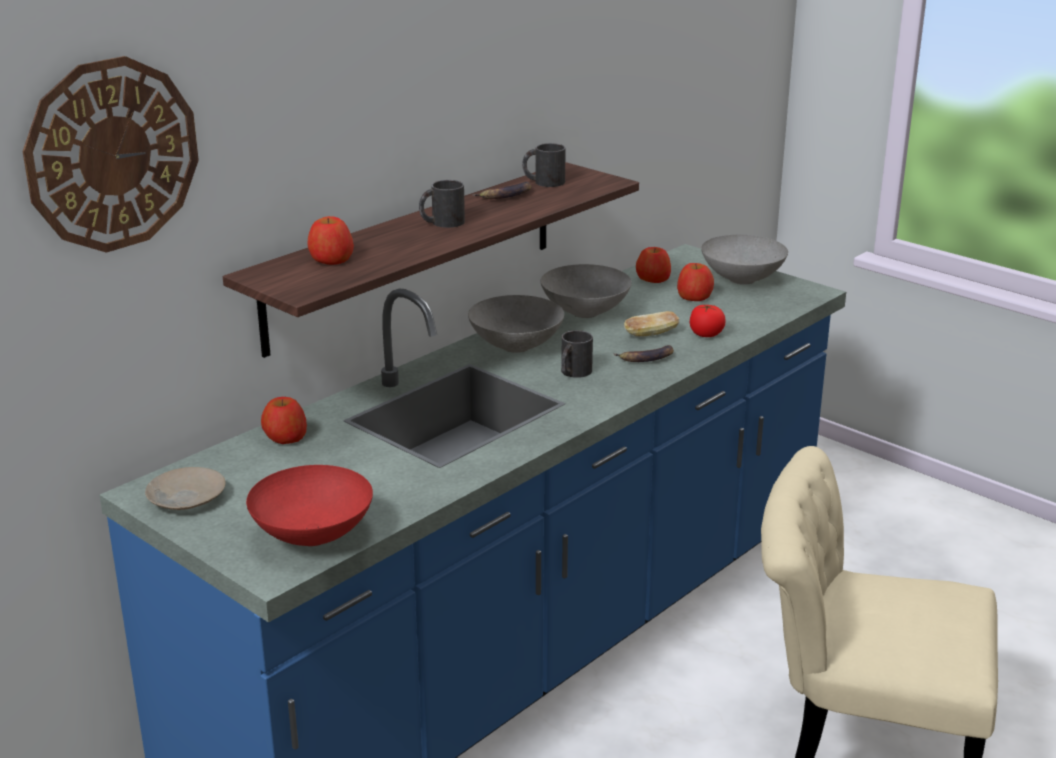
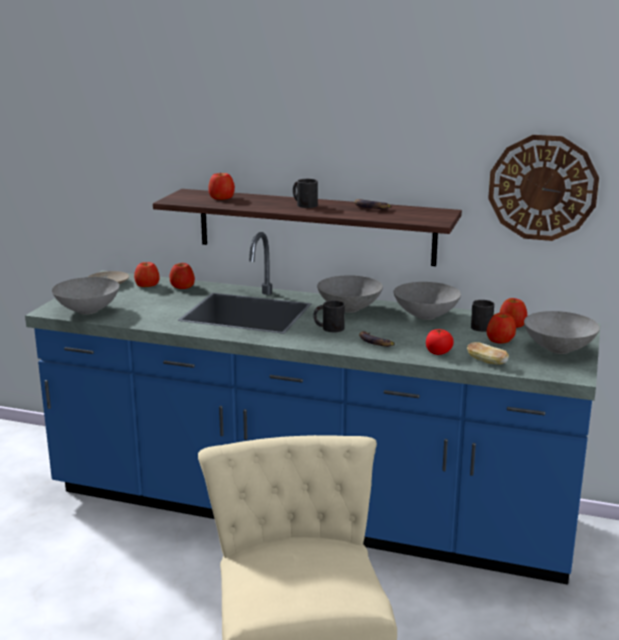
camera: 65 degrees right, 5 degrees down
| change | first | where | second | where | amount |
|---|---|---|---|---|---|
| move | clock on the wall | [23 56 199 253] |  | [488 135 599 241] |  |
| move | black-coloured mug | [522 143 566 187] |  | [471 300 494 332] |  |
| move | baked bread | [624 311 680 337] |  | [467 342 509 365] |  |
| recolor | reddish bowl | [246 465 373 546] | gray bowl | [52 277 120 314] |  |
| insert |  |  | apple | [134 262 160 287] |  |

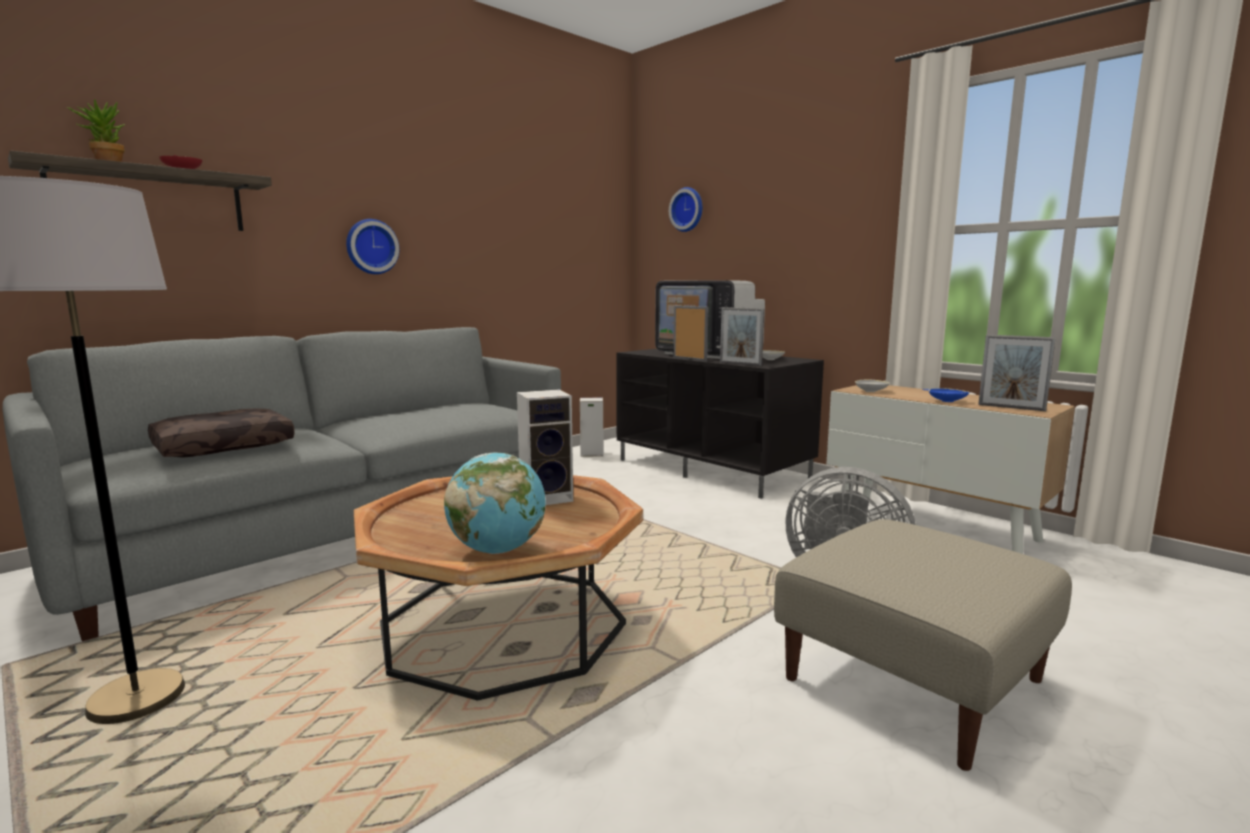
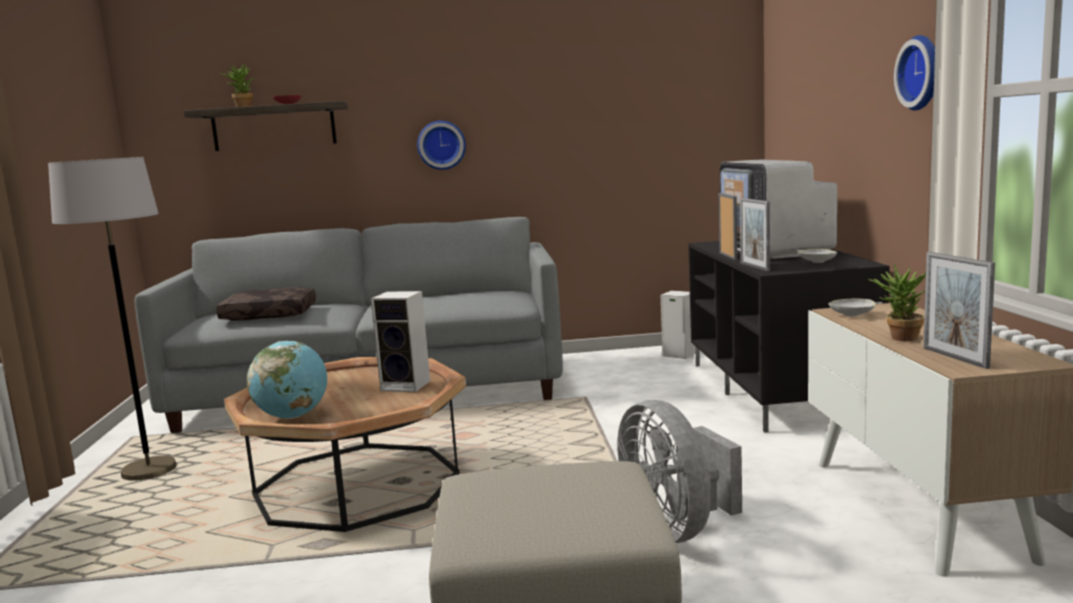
camera: 40 degrees right, 0 degrees up
| change | first | where | second | where | amount |
|---|---|---|---|---|---|
| move | clock on the wall | [669 187 702 232] |  | [894 35 935 111] |  |
| replace | blue bowl | [922 388 969 402] | plant in a pot | [868 264 926 341] |  |

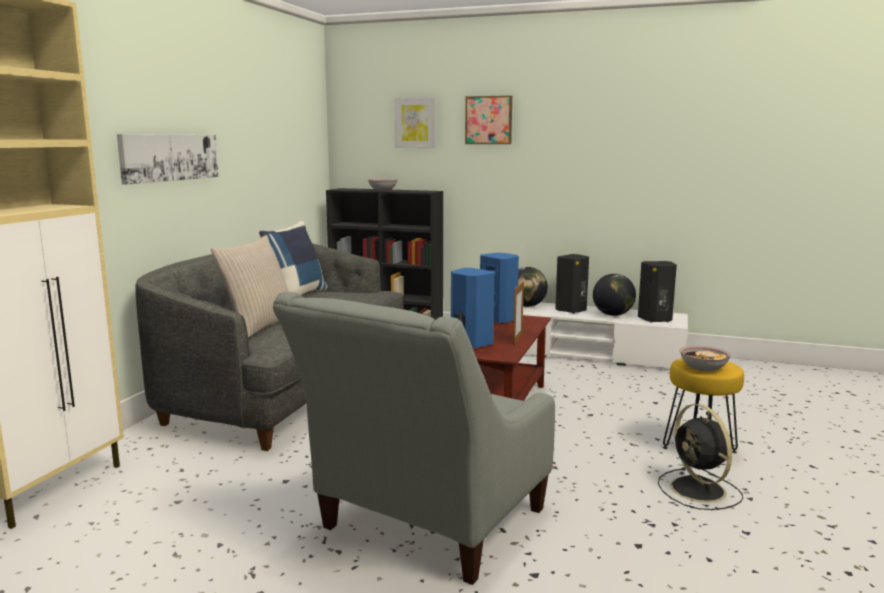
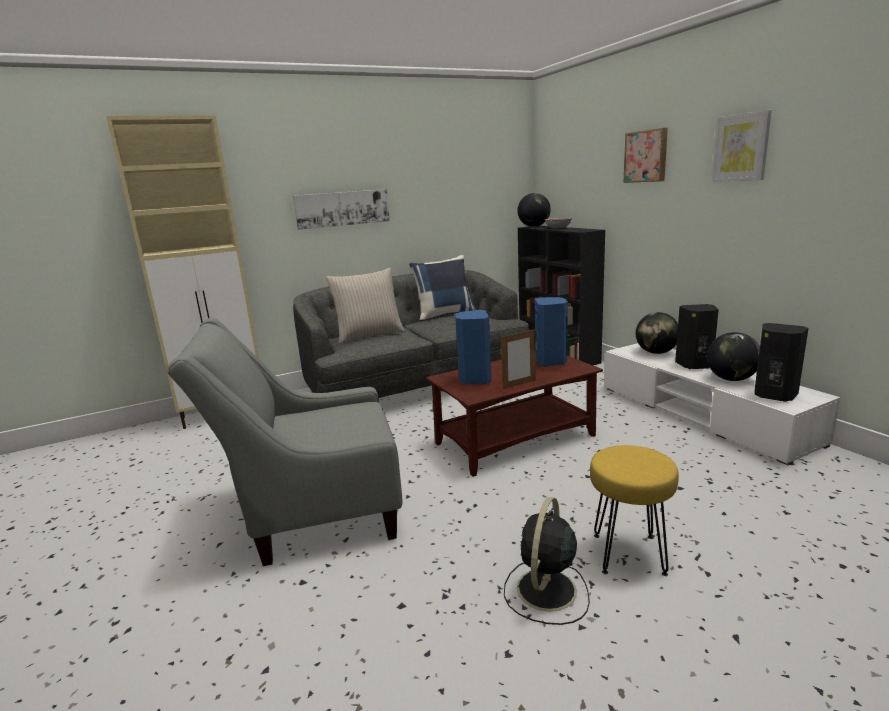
camera: 45 degrees right, 5 degrees up
| change | first | where | second | where | amount |
|---|---|---|---|---|---|
| move | wall picture | [395 97 436 148] |  | [711 110 772 182] |  |
| delete | bowl | [679 345 731 371] |  |  |  |
| insert |  |  | globe | [518 193 551 227] |  |

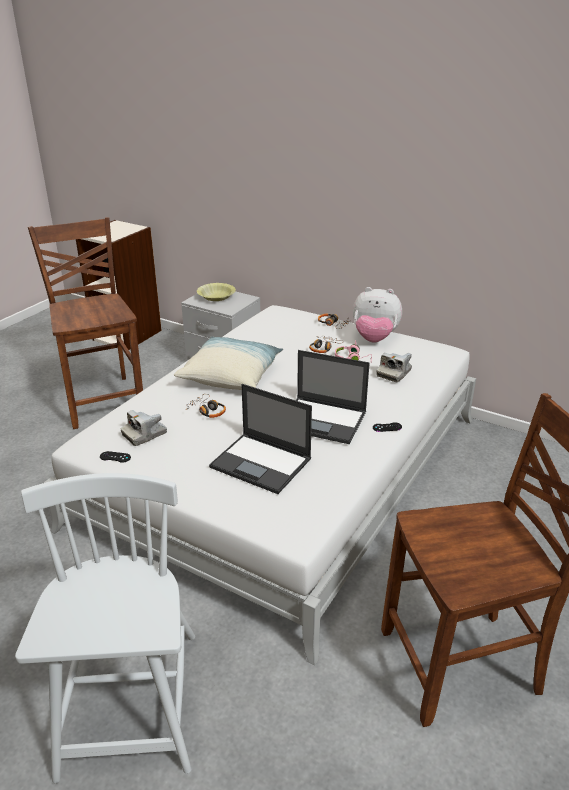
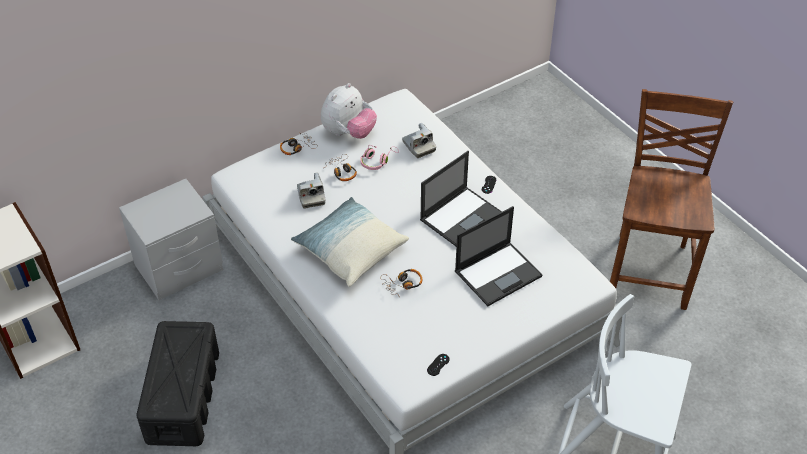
camera: 65 degrees left, 15 degrees up
| change | first | where | second | where | amount |
|---|---|---|---|---|---|
| replace | brown upright chair | [28 217 143 429] | black-coloured storage box | [136 321 219 446] |  |
| delete | yellowish bowl | [197 283 236 301] |  |  |  |
| move | still camera | [121 410 167 446] |  | [297 172 326 209] |  |

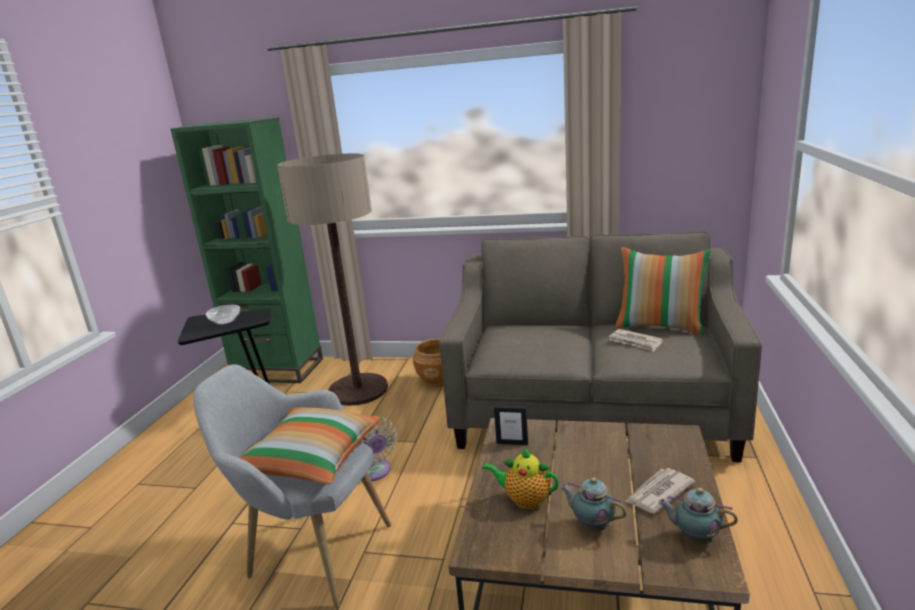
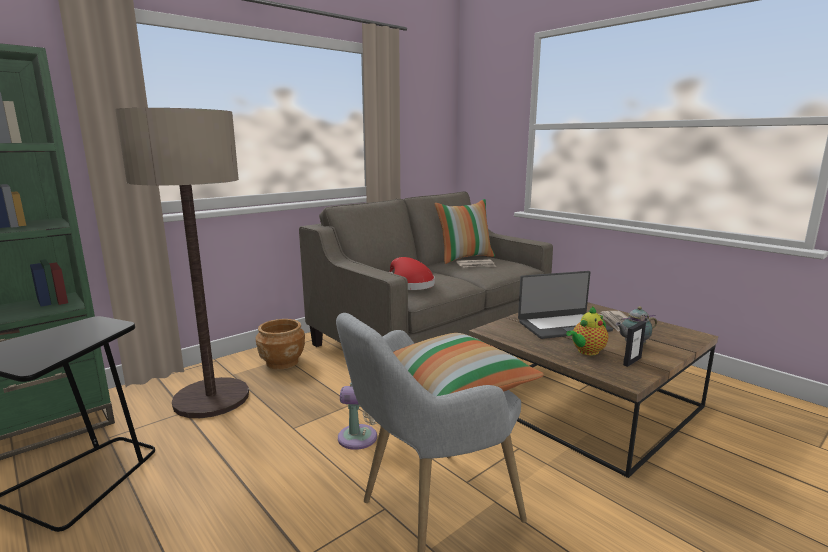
camera: 55 degrees left, 5 degrees down
| change | first | where | second | where | amount |
|---|---|---|---|---|---|
| delete | bowl | [206 305 240 325] |  |  |  |
| move | standing frame | [494 405 528 445] |  | [623 321 646 367] |  |
| delete | teapot | [658 488 738 545] |  |  |  |
| insert |  |  | reddish clothing hat | [389 257 435 290] |  |
| insert |  |  | portable computer | [518 271 613 339] |  |

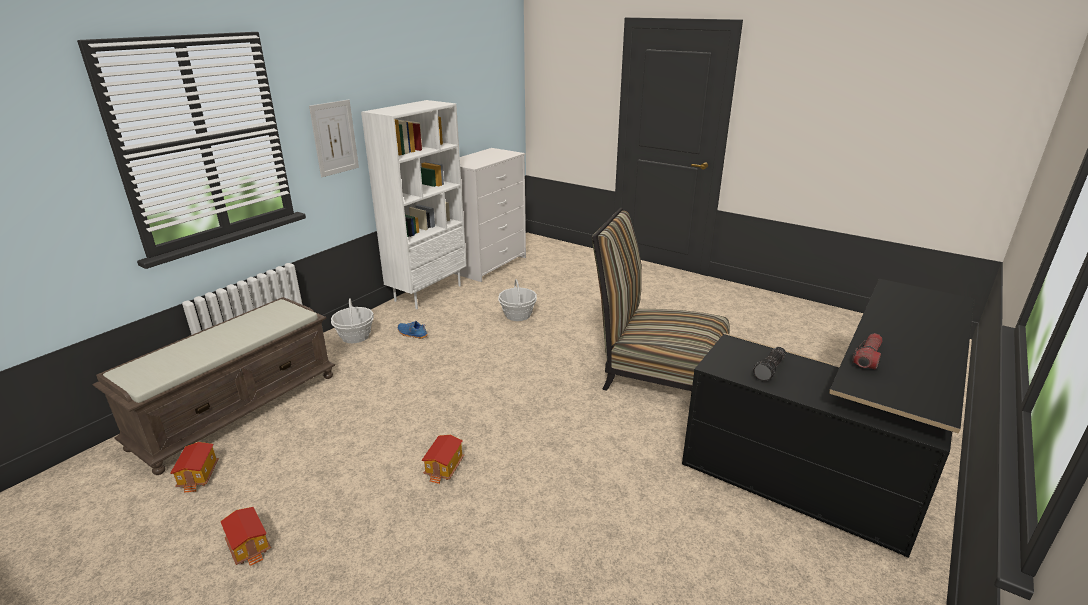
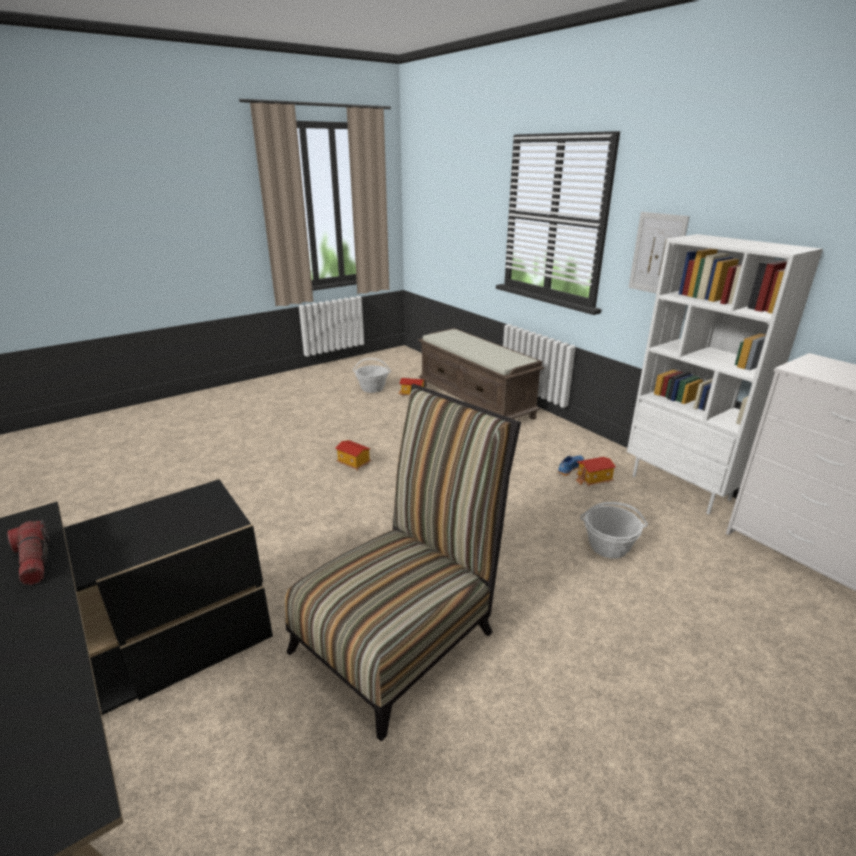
camera: 110 degrees right, 0 degrees up
| change | first | where | second | where | amount |
|---|---|---|---|---|---|
| move | storage basket | [331 298 374 343] |  | [353 358 391 393] |  |
| delete | flashlight | [753 347 786 381] |  |  |  |
| move | toy house | [220 507 271 567] |  | [576 457 616 487] |  |

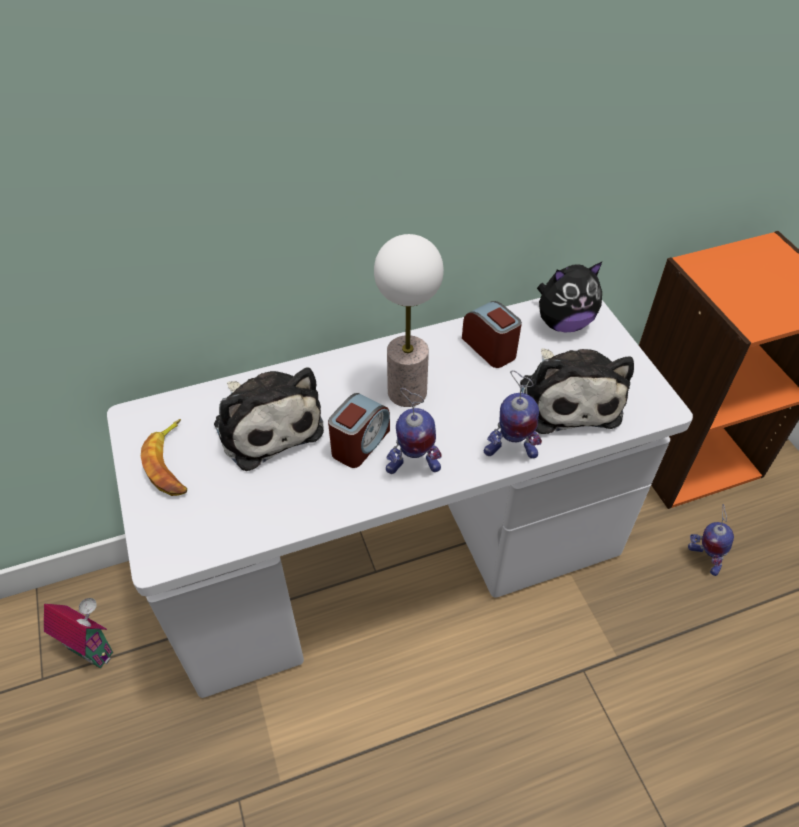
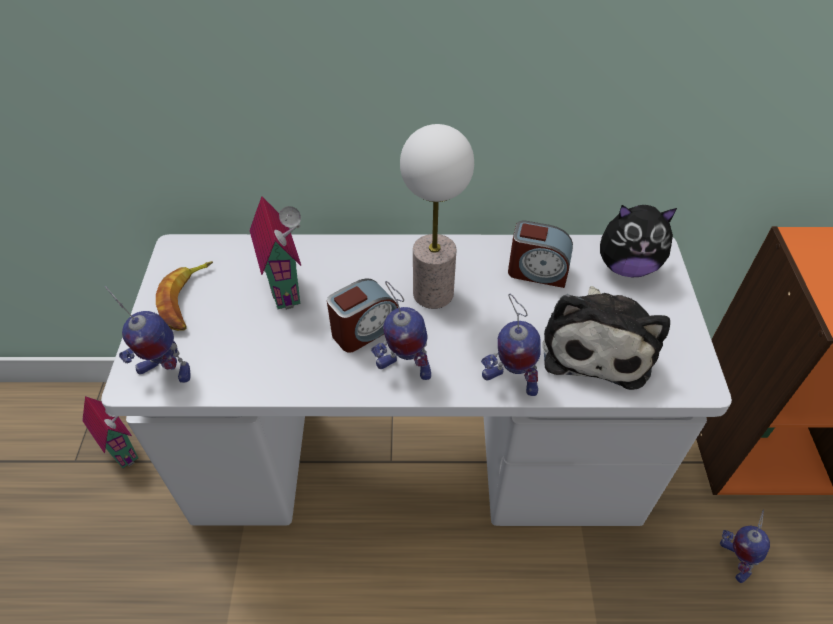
camera: 20 degrees right, 0 degrees up
| change | first | where | second | where | amount |
|---|---|---|---|---|---|
| rotate | bedside clock | [462 301 522 368] |  | [508 220 573 288] | 120 degrees clockwise |
| replace | soft toy | [214 368 324 471] | toy house | [249 196 301 310] |  |
| insert |  |  | model robot | [105 286 191 383] |  |

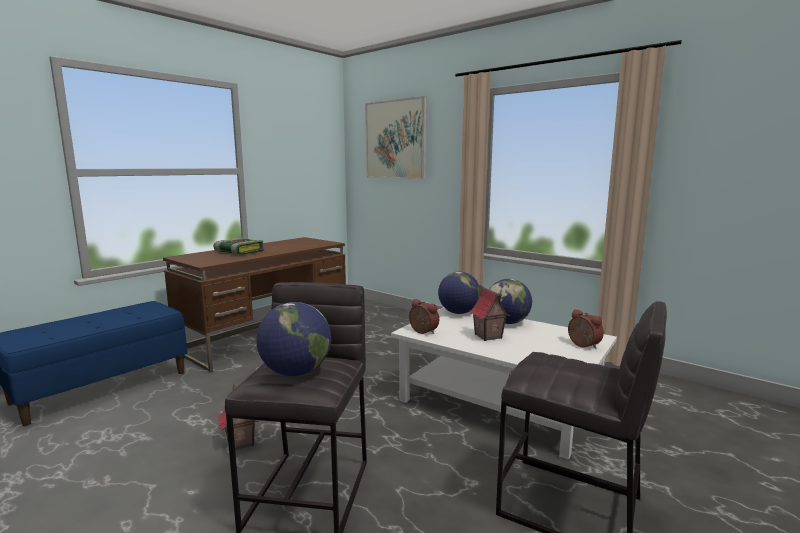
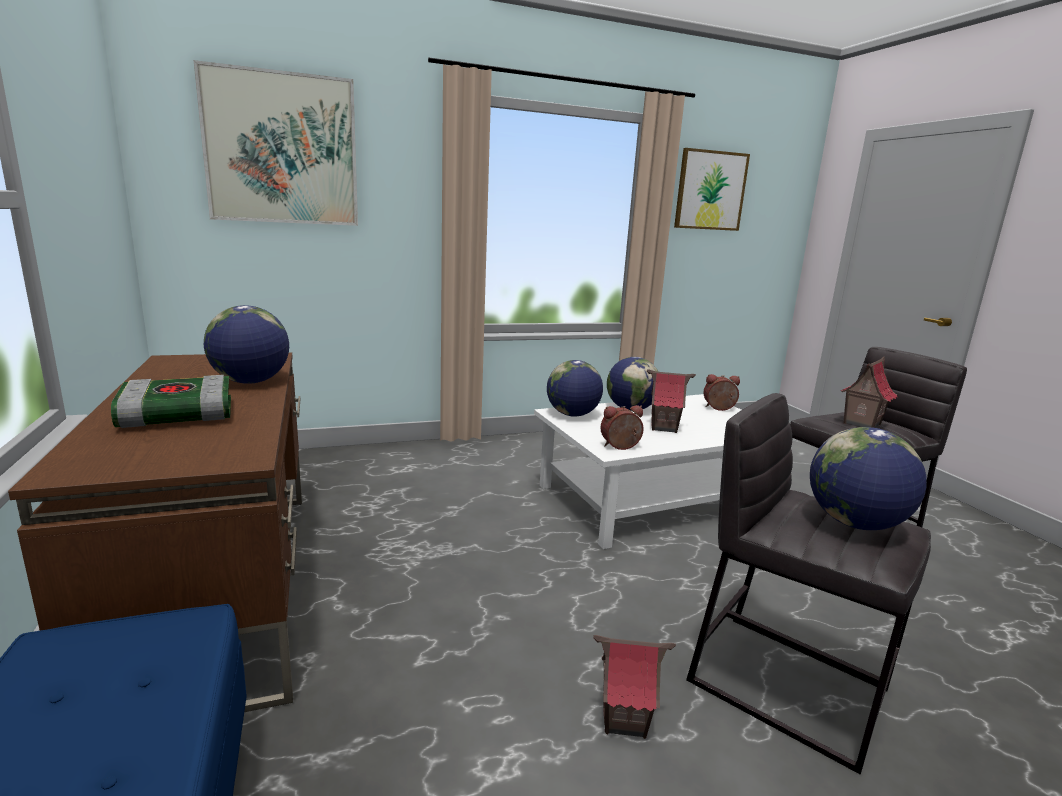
camera: 60 degrees left, 5 degrees up
| change | first | where | second | where | amount |
|---|---|---|---|---|---|
| insert |  |  | wall picture | [674 148 750 231] |  |
| insert |  |  | globe | [204 305 289 384] |  |
| insert |  |  | toy house | [841 357 898 428] |  |

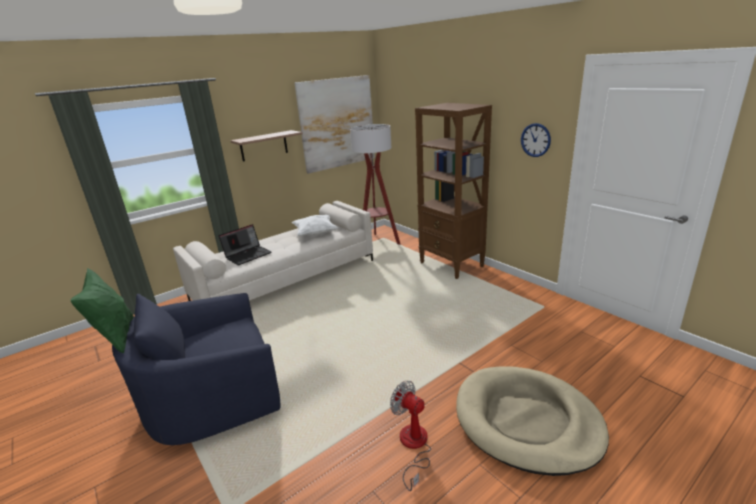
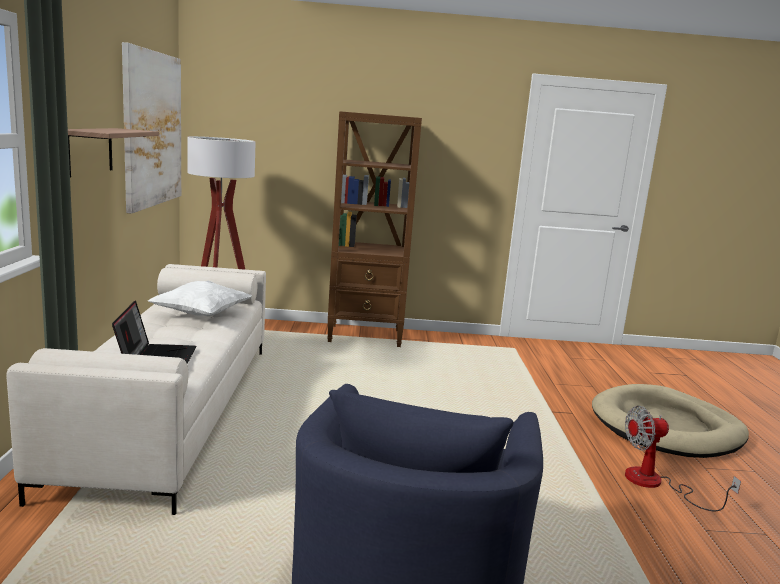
camera: 55 degrees left, 10 degrees down
| change | first | where | second | where | amount |
|---|---|---|---|---|---|
| delete | clock on the wall | [521 123 551 157] |  |  |  |
| delete | green pillow | [70 268 134 353] |  |  |  |

